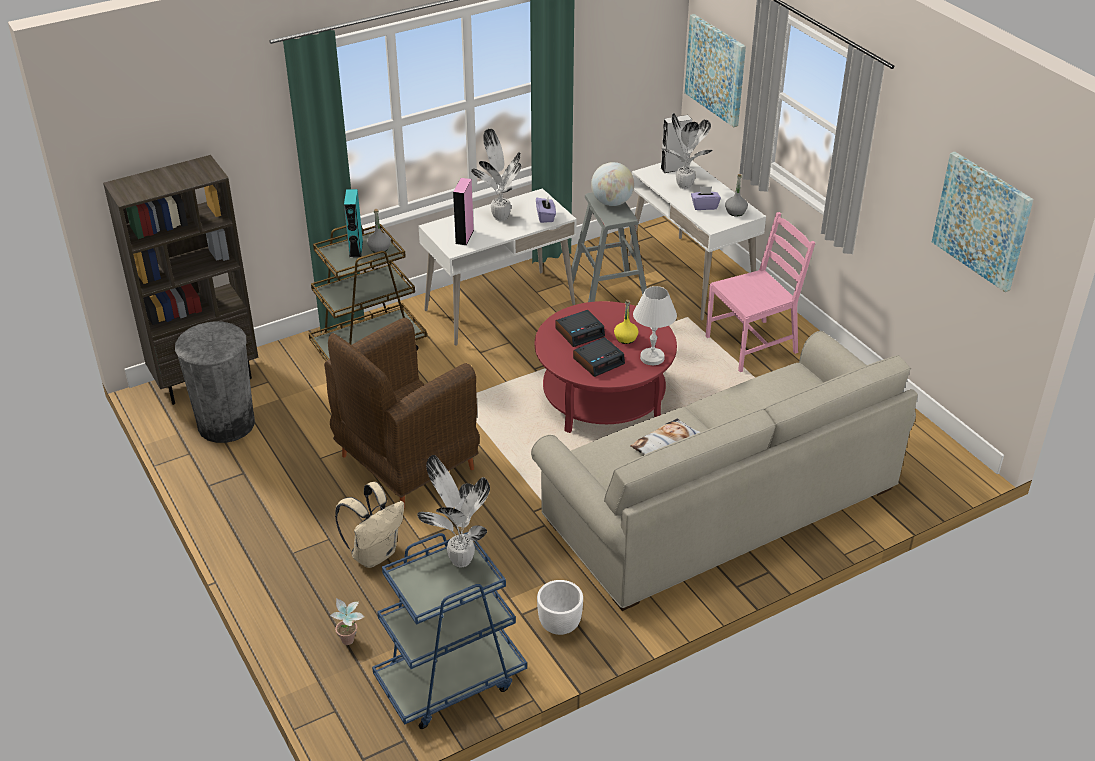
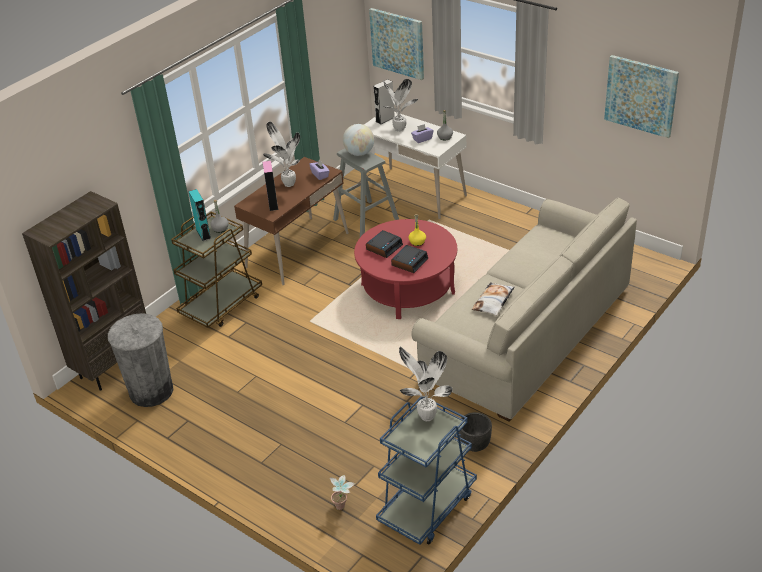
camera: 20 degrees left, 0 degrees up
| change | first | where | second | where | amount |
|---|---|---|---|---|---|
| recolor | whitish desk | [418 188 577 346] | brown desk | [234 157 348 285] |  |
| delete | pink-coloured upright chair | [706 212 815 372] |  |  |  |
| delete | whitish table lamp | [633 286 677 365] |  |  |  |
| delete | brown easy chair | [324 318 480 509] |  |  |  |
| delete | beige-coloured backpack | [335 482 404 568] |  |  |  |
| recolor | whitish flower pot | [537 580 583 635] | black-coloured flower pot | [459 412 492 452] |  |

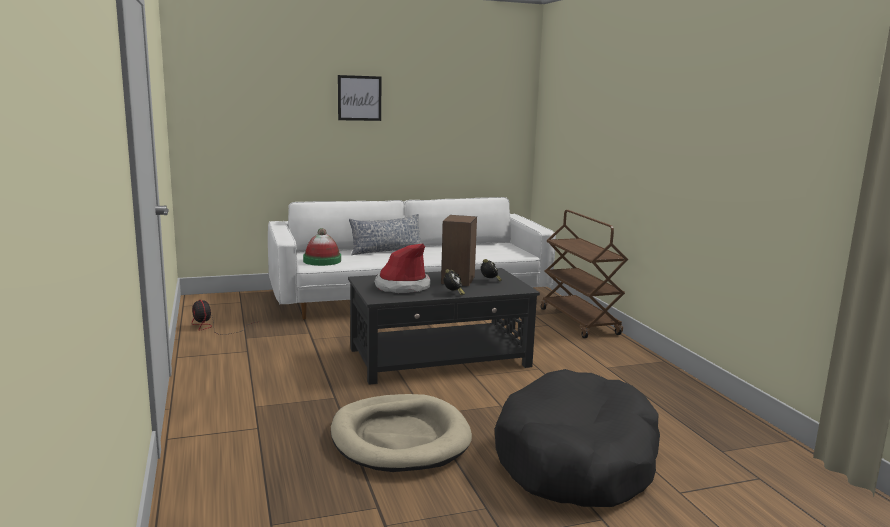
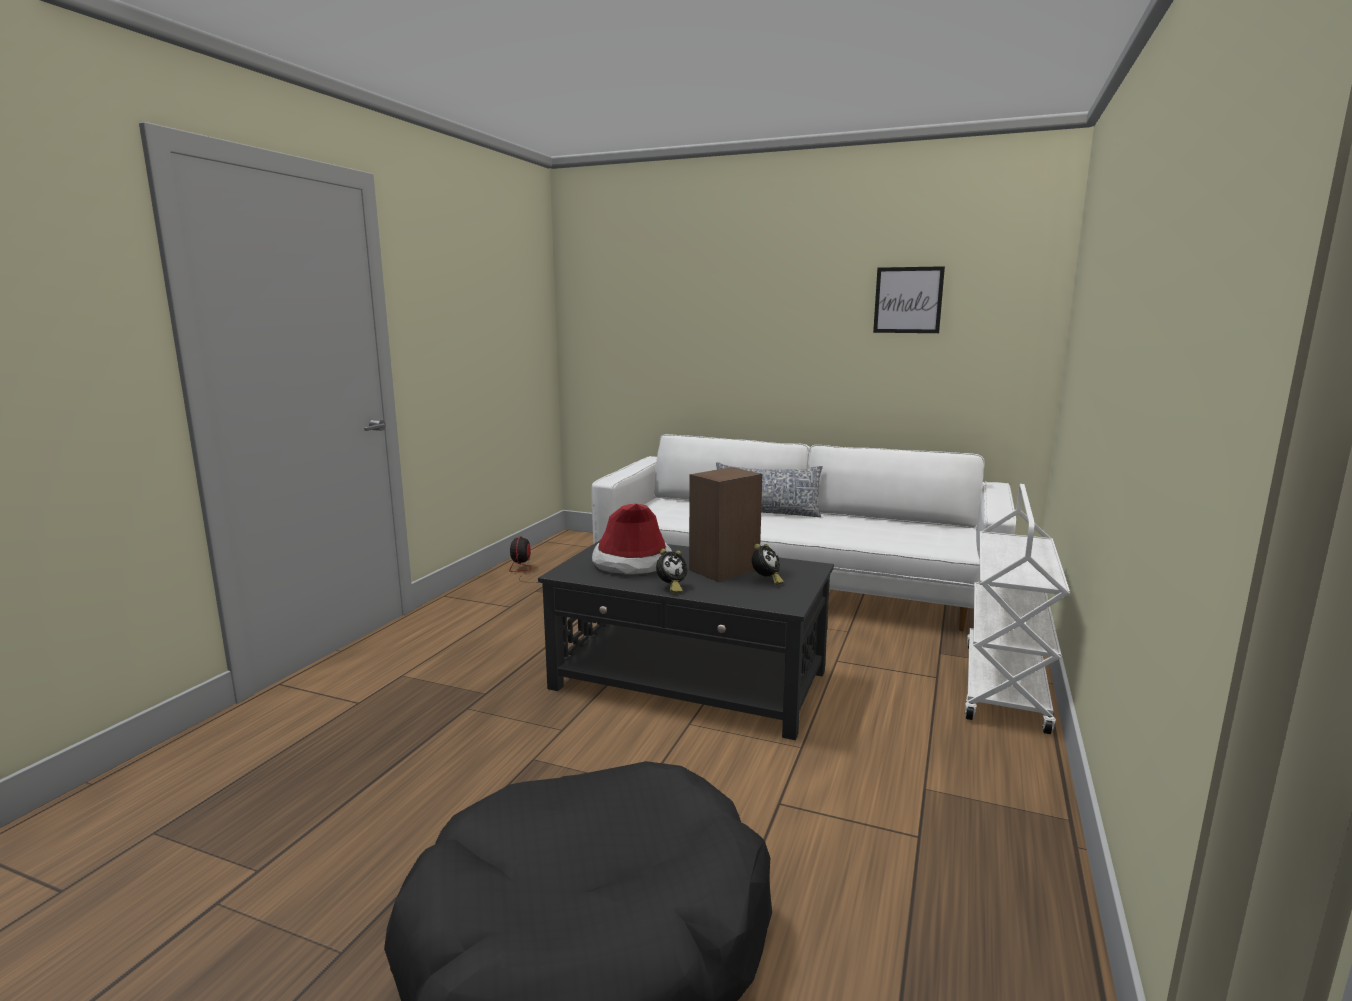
camera: 40 degrees right, 0 degrees up
| change | first | where | second | where | amount |
|---|---|---|---|---|---|
| move | wall picture | [338 75 382 121] |  | [873 266 945 333] |  |
| recolor | brown wheeled cart | [541 210 628 338] | whitish wheeled cart | [965 484 1070 734] |  |
| delete | clothing hat | [303 228 341 266] |  |  |  |
| delete | beige-coloured pet bed | [331 394 472 472] |  |  |  |

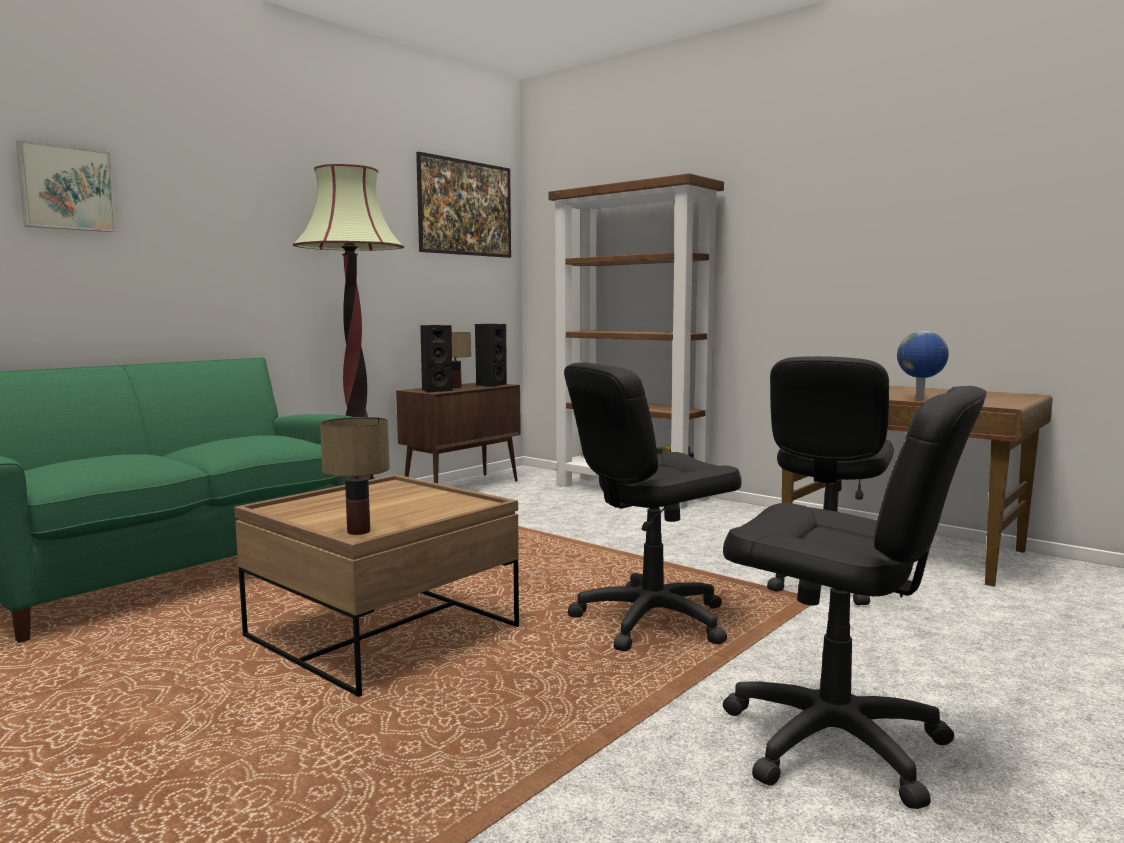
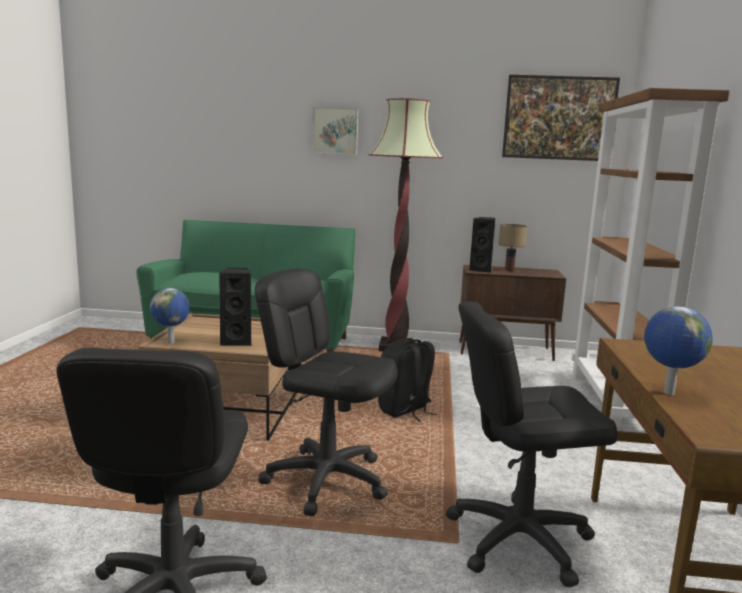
camera: 55 degrees right, 5 degrees up
| change | first | where | second | where | amount |
|---|---|---|---|---|---|
| move | wall picture | [16 140 116 232] |  | [313 107 358 154] |  |
| move | black-coloured speaker | [475 324 507 387] |  | [219 268 251 346] |  |
| replace | table lamp | [320 417 390 535] | globe | [150 288 190 344] |  |
| insert |  |  | black-coloured backpack | [378 339 437 422] |  |

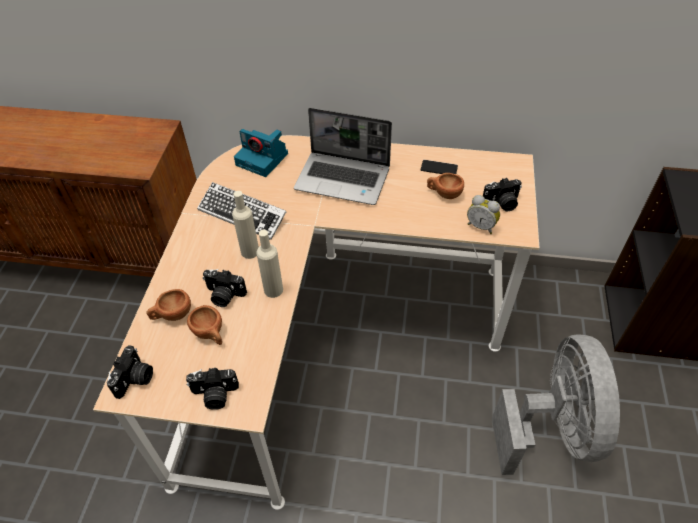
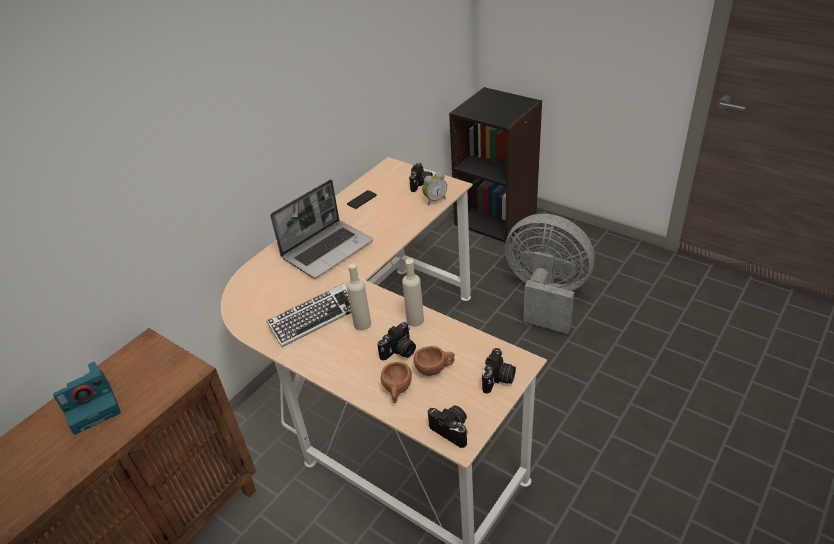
camera: 60 degrees left, 10 degrees down
| change | first | where | second | where | amount |
|---|---|---|---|---|---|
| move | still camera | [234 129 288 177] |  | [53 362 121 435] |  |
| delete | brown cup | [427 173 464 199] |  |  |  |

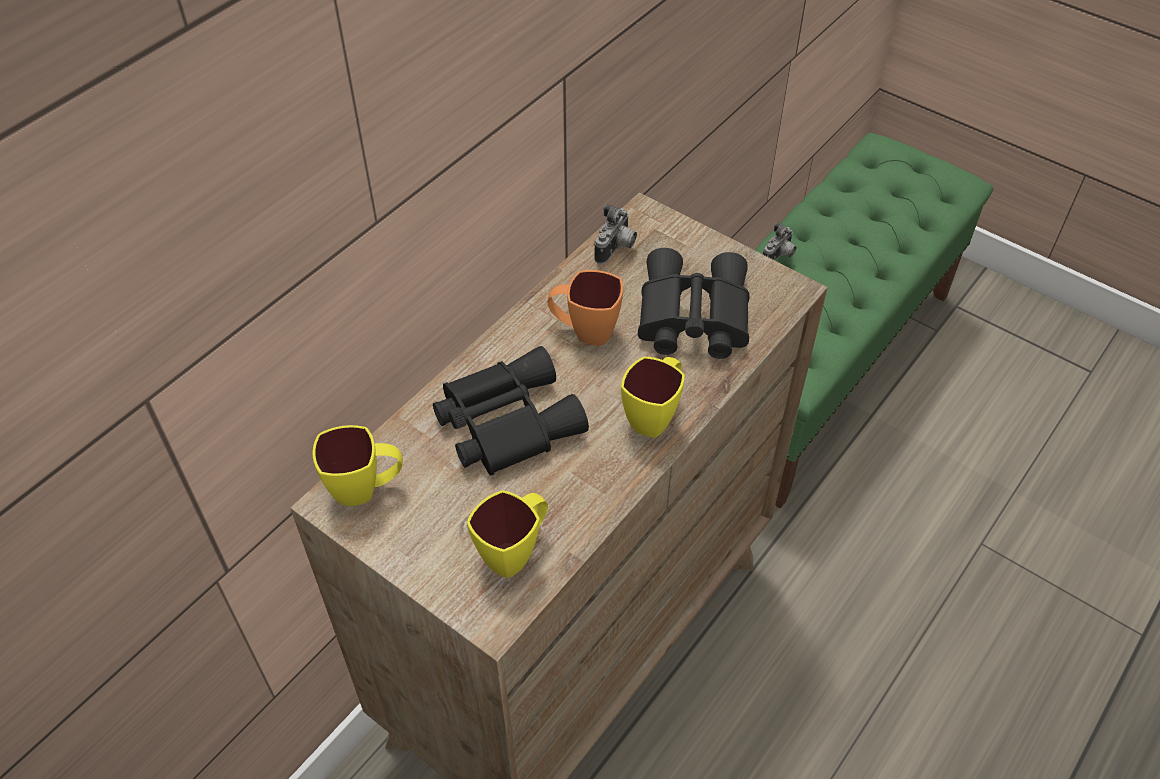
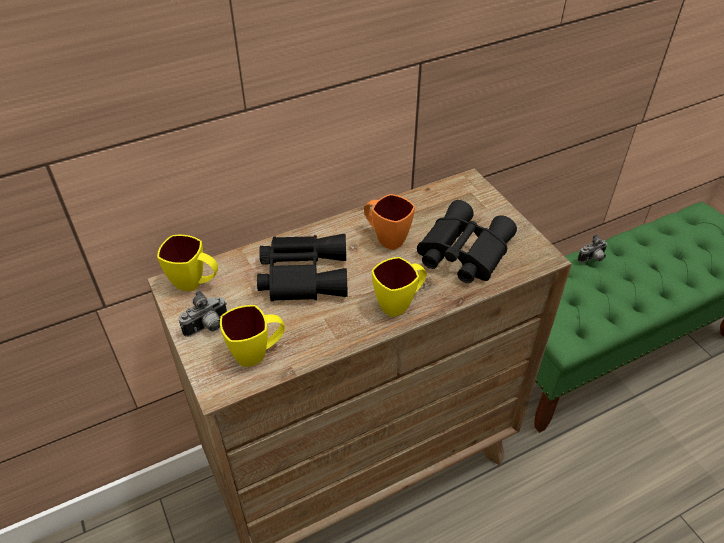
camera: 25 degrees right, 5 degrees down
| change | first | where | second | where | amount |
|---|---|---|---|---|---|
| move | still camera | [594 204 637 264] |  | [179 290 227 337] |  |

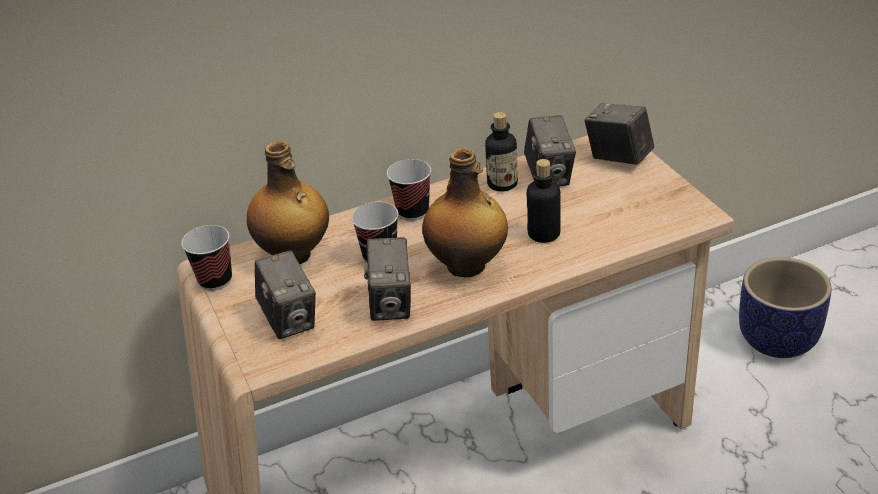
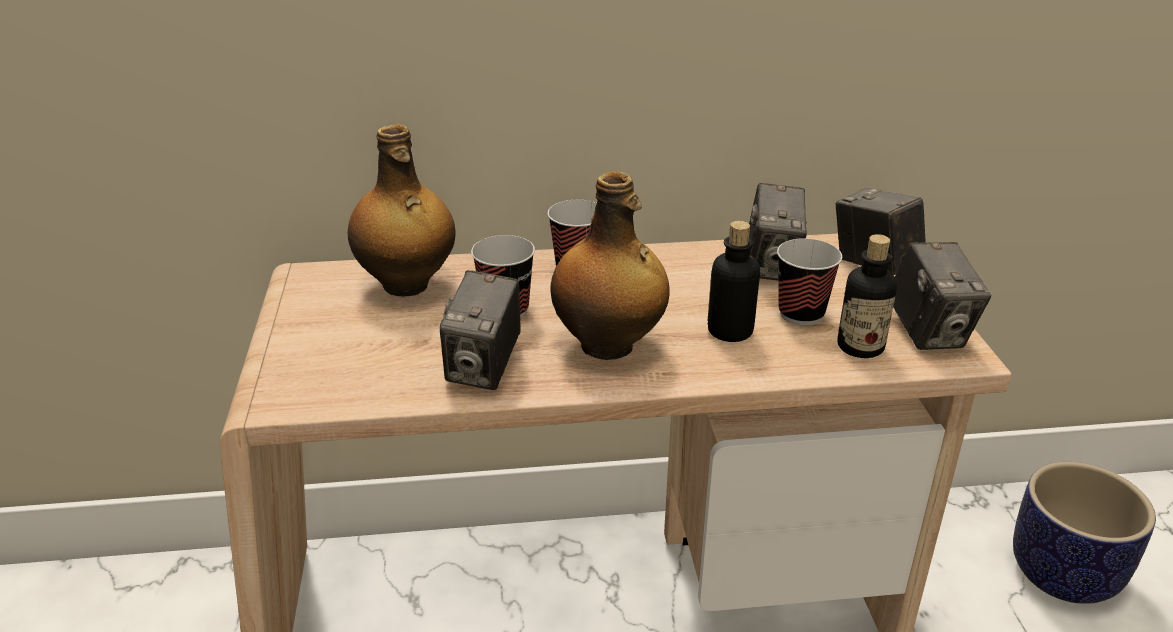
camera: 15 degrees right, 5 degrees down
| change | first | where | second | where | amount |
|---|---|---|---|---|---|
| move | bottle | [485 112 518 192] |  | [837 234 897 358] |  |
| move | cup | [181 225 232 291] |  | [777 238 842 325] |  |
| move | still camera | [255 250 316 339] |  | [893 242 992 350] |  |

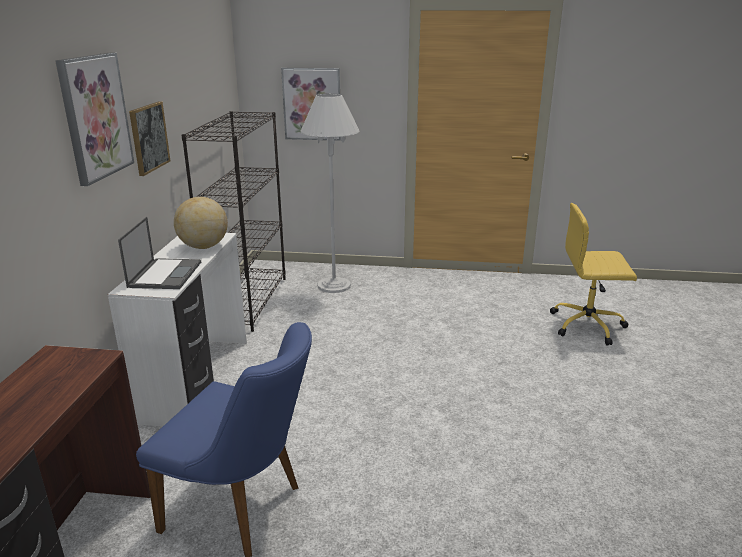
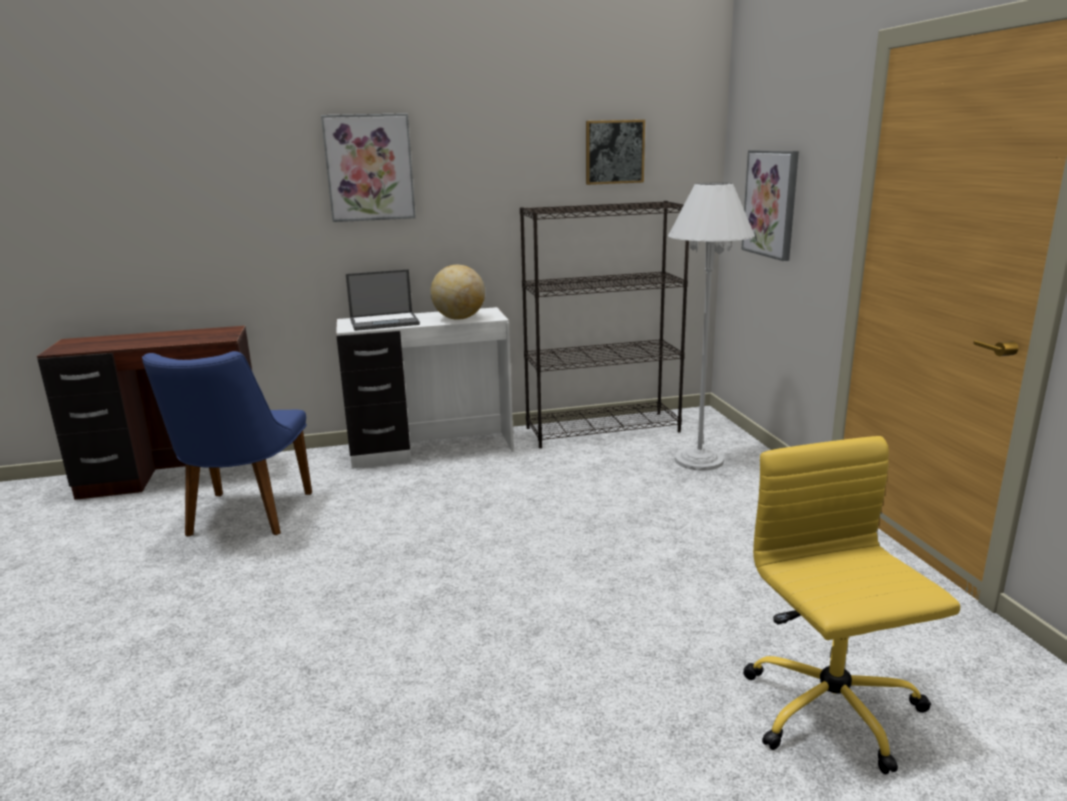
camera: 70 degrees right, 5 degrees down
| change | first | where | second | where | amount |
|---|---|---|---|---|---|
| move | wall picture | [129 101 171 176] |  | [586 120 645 185] |  |

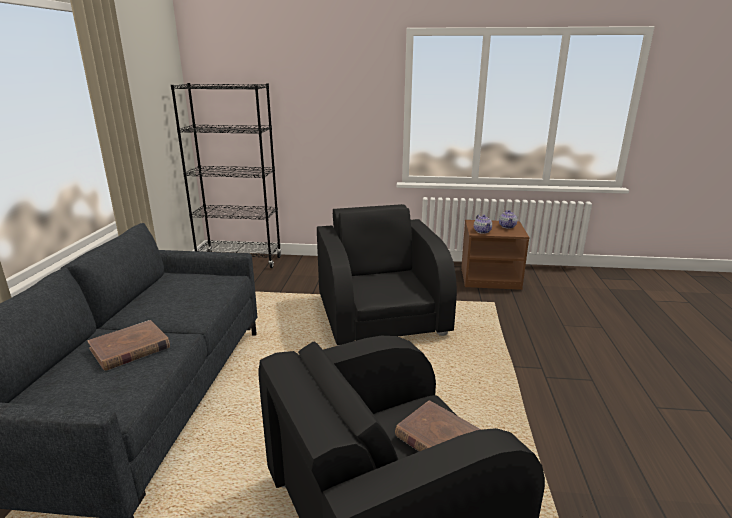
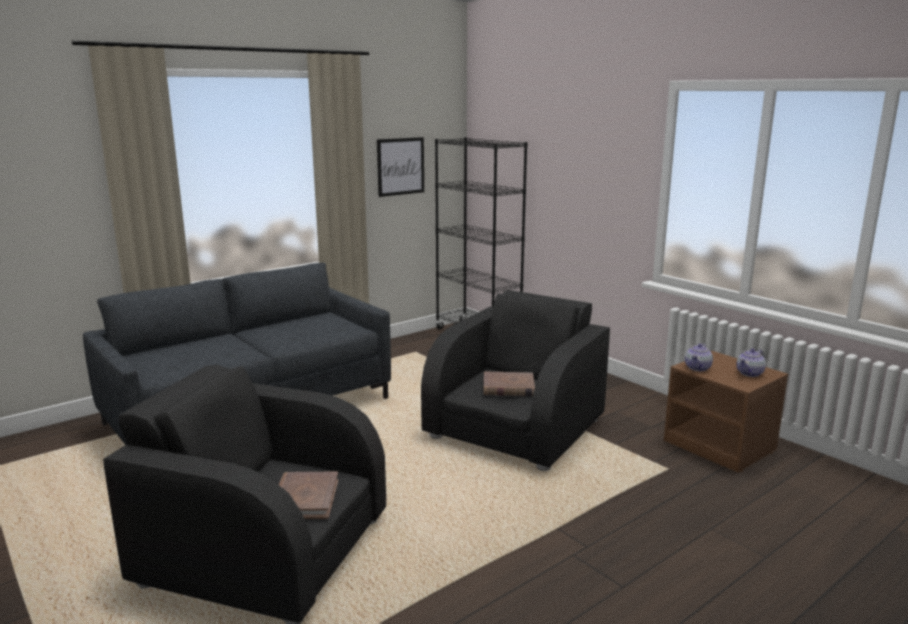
camera: 45 degrees right, 5 degrees down
| change | first | where | second | where | amount |
|---|---|---|---|---|---|
| move | brown bound book | [88 320 170 370] |  | [484 372 535 396] |  |
| insert |  |  | wall picture | [377 137 424 197] |  |

